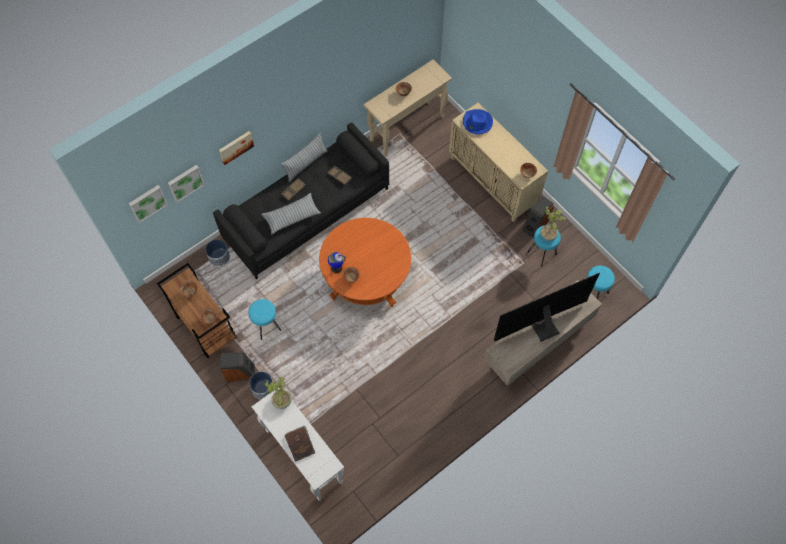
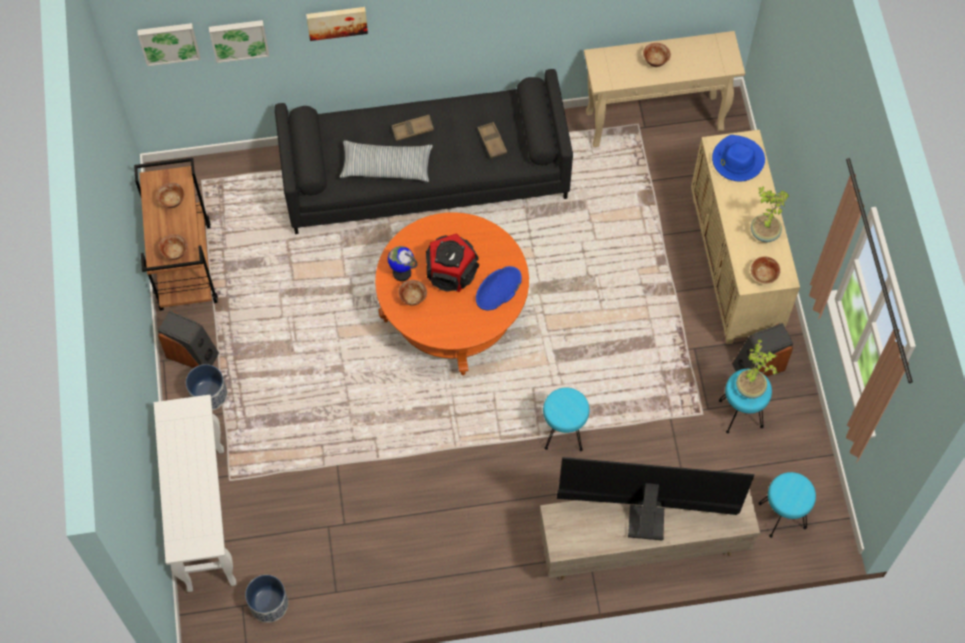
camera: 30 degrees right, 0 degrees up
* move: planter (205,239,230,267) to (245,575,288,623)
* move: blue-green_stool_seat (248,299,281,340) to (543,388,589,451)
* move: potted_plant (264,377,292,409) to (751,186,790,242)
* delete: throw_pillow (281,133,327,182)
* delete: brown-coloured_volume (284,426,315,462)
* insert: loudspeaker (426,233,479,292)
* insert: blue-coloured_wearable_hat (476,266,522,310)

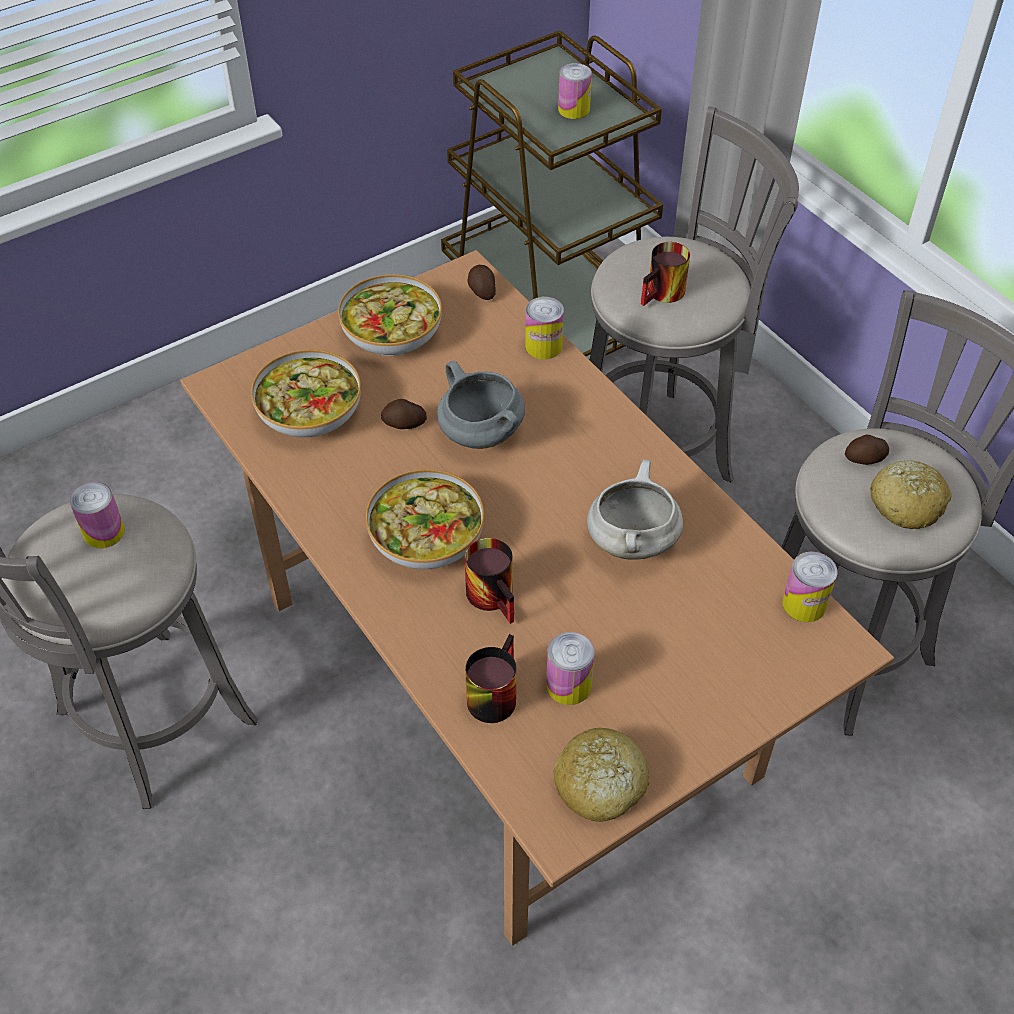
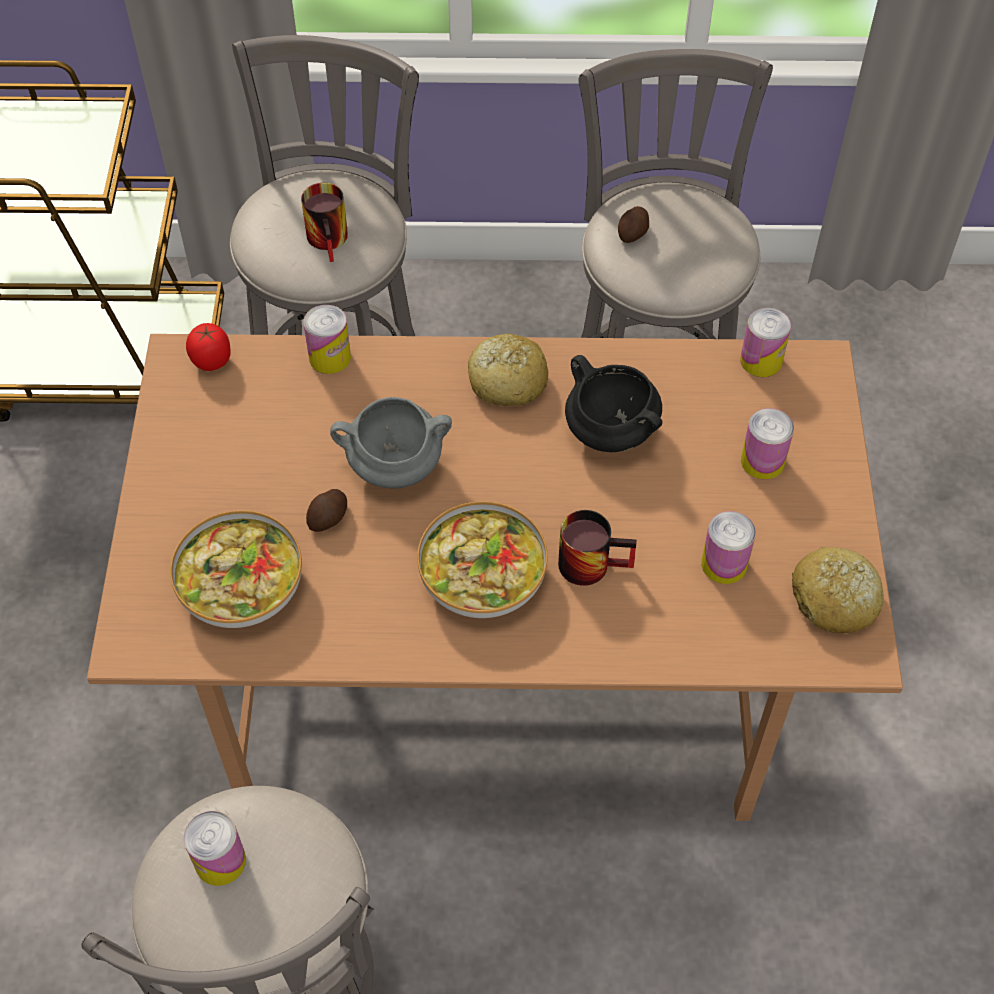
camera: 55 degrees left, 5 degrees up
* delete: serving_bowl (338,274,442,356)
* delete: mug (465,634,516,723)
* replace: potato (467,265,496,300) to tomato (186,323,231,371)
* move: can (558,63,592,119) to (741,408,794,480)
* recolor: white_cooking_pot (587,459,683,559) to black_cooking_pot (565,355,662,452)
* move: baked_bread (870,461,952,529) to (468,334,548,406)

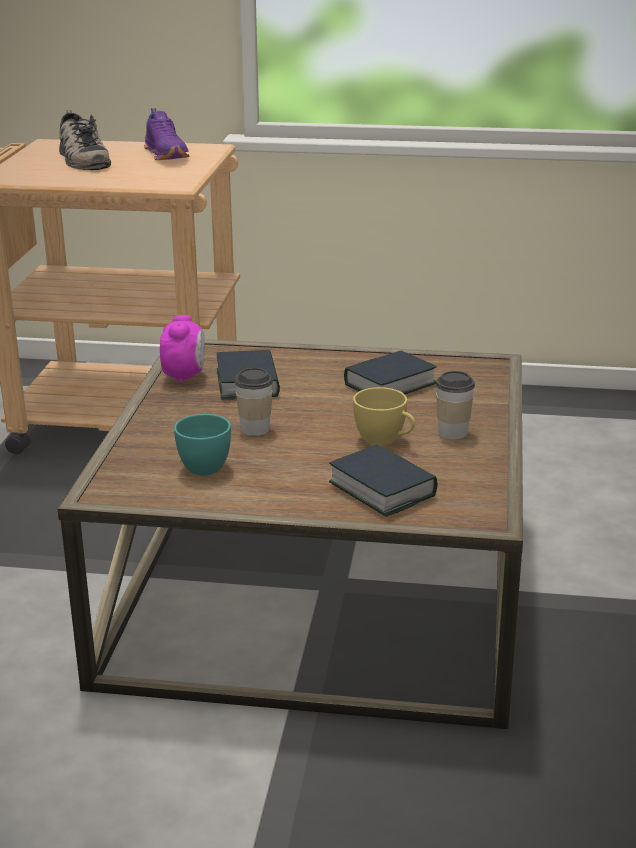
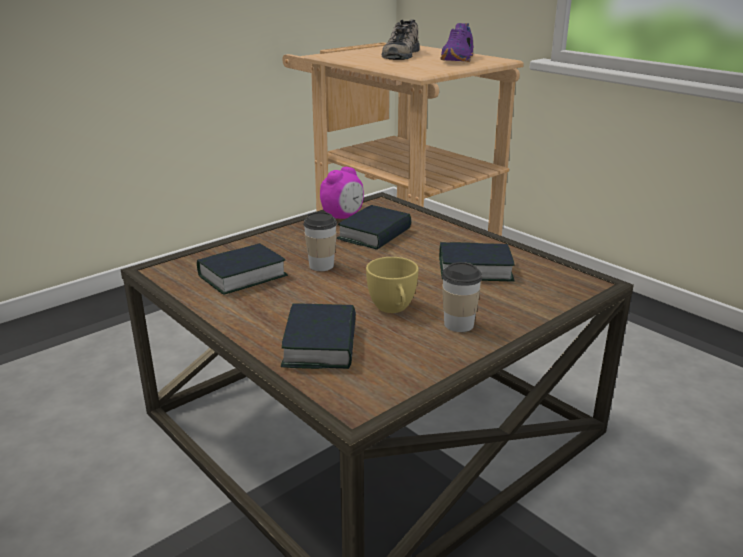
camera: 40 degrees right, 0 degrees up
* replace: blue-green_small_cup (174,414,231,476) to volume (197,243,288,295)

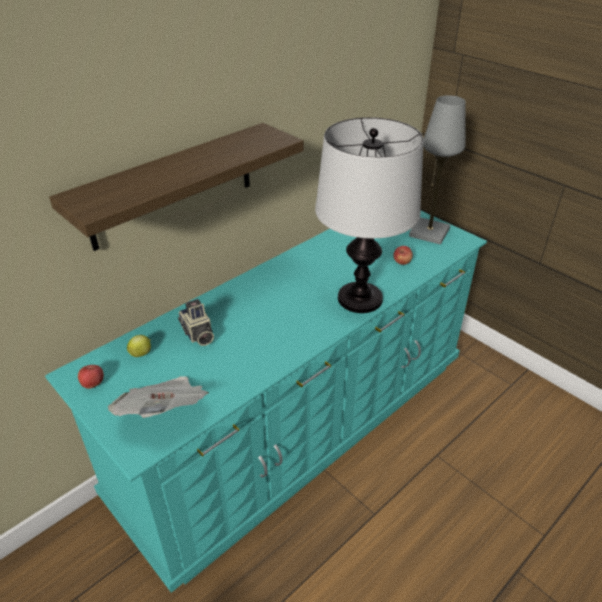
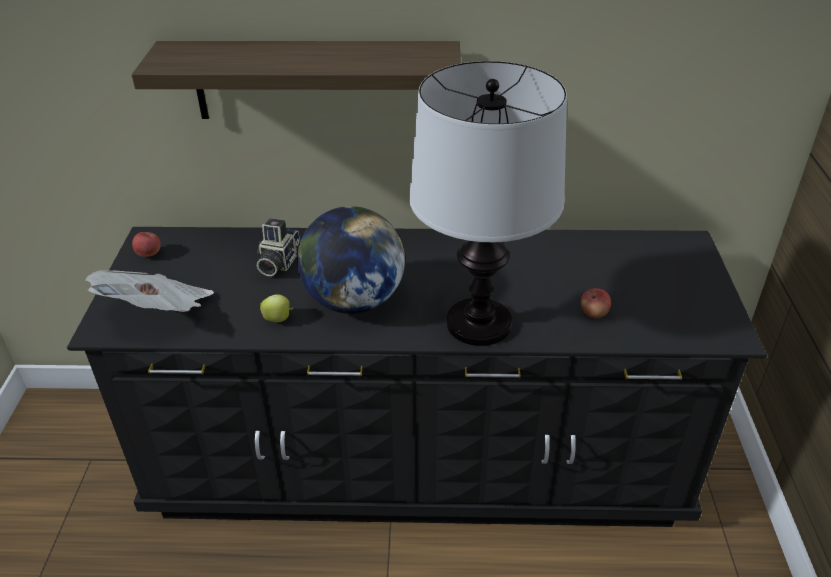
camera: 45 degrees right, 0 degrees up
* recolor: blue-green_dresser (45,211,487,593) to black_dresser (67,227,767,527)
* move: apple_fruit (127,335,151,357) to (260,294,293,322)
* delete: grey_tabletop_lamp (409,95,466,244)
* insert: desk_globe (297,206,405,314)

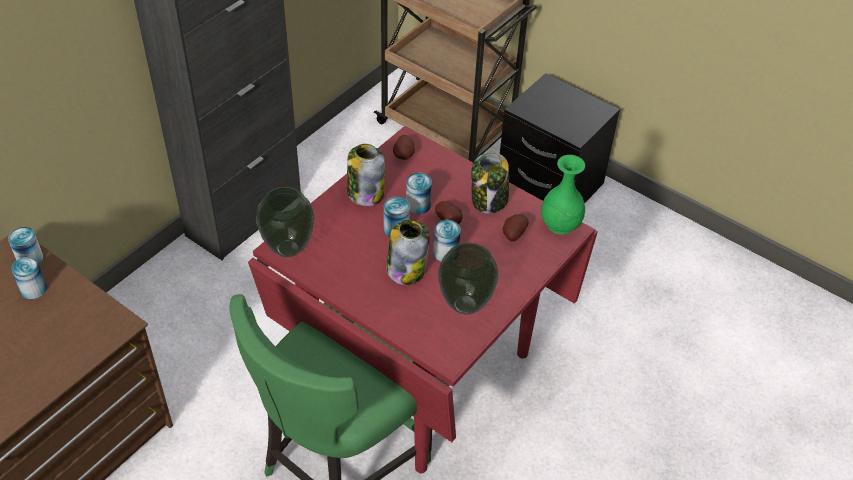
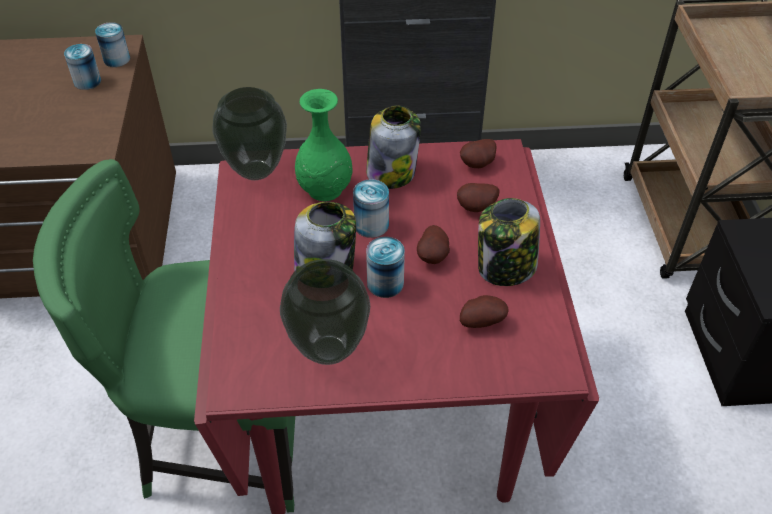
camera: 50 degrees right, 0 degrees up
* delete: can (406,173,432,214)
* move: green_flower_vase (541,155,585,235) to (295,89,353,201)
* insert: potato (457,183,500,212)

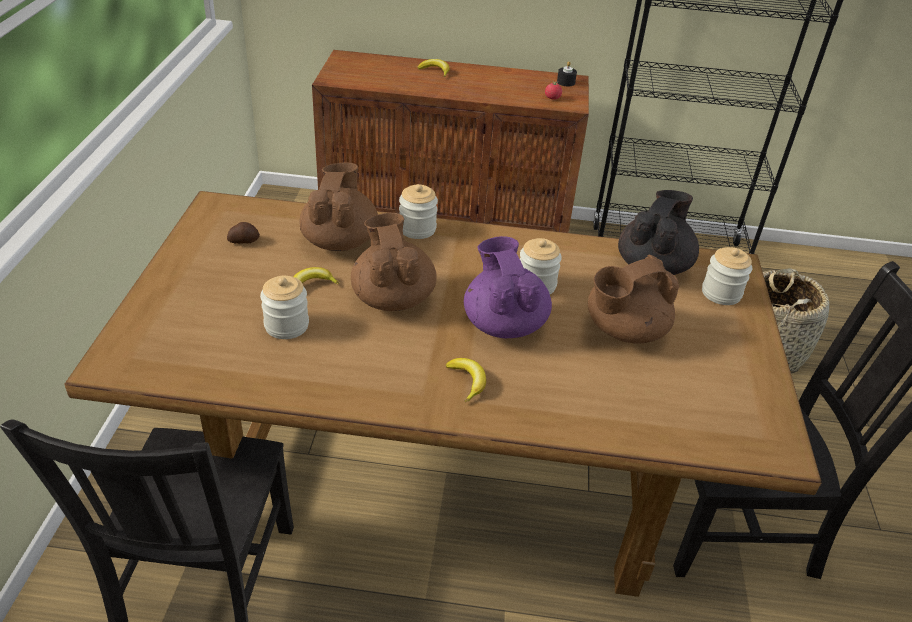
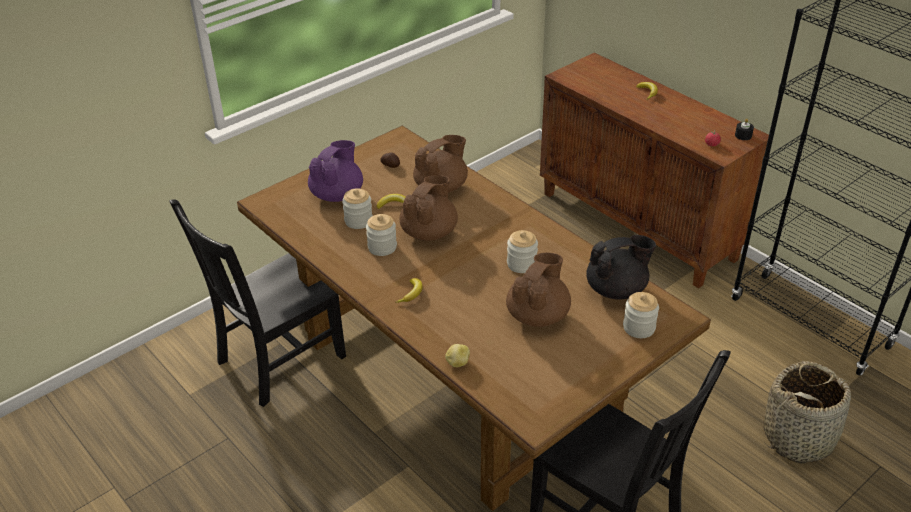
camera: 45 degrees right, 0 degrees up
* move: jar (399,184,438,239) to (366,214,397,256)
* move: purple-coloured_tea_pot (464,236,552,338) to (308,140,363,202)
* rotate: brown-coloured_tea_pot (588,254,679,344) = (506,252,571,327) 105 degrees clockwise
* insert: potato (445,344,470,367)

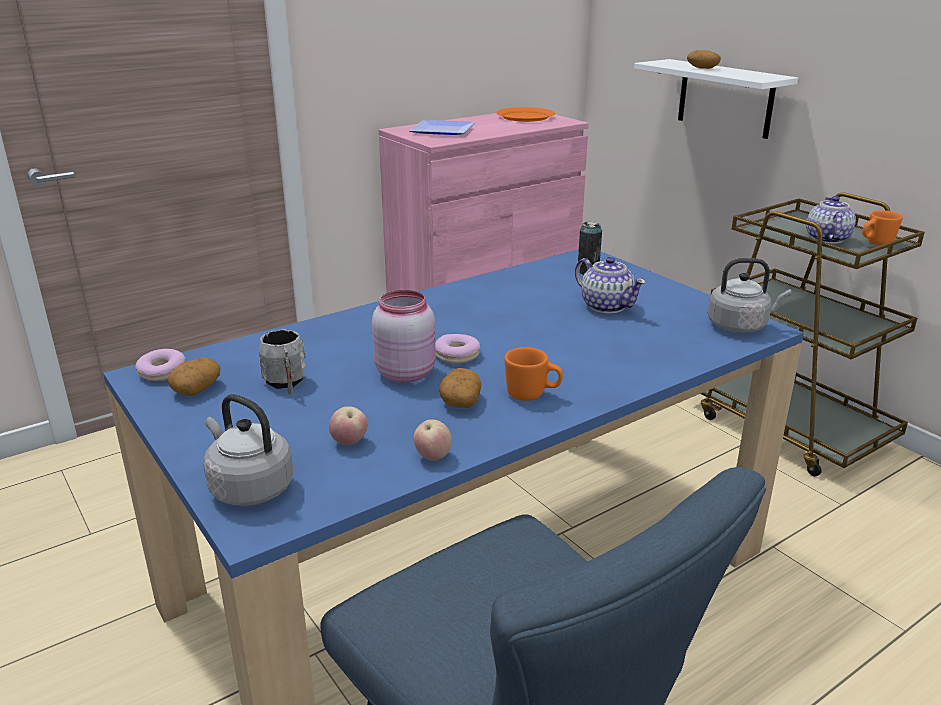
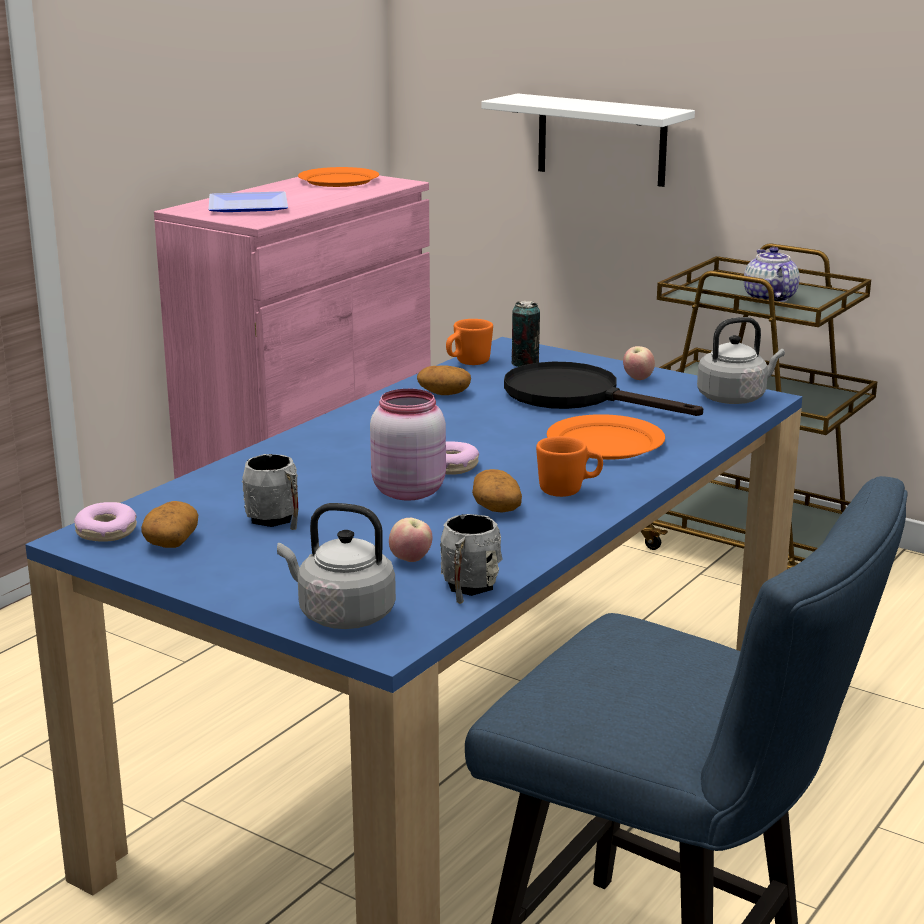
camera: 20 degrees left, 5 degrees down
* move: apple_fruit (414,419,452,461) to (623,346,655,380)
* replace: tea_pot (575,257,646,314) to black_skillet (504,362,703,416)
* move: potato (687,50,721,69) to (417,365,471,395)
* move: orange_mug (862,210,903,245) to (446,319,493,365)
* insert: grey_mug (440,514,502,604)
* insert: orange_dinner_plate (547,414,665,460)

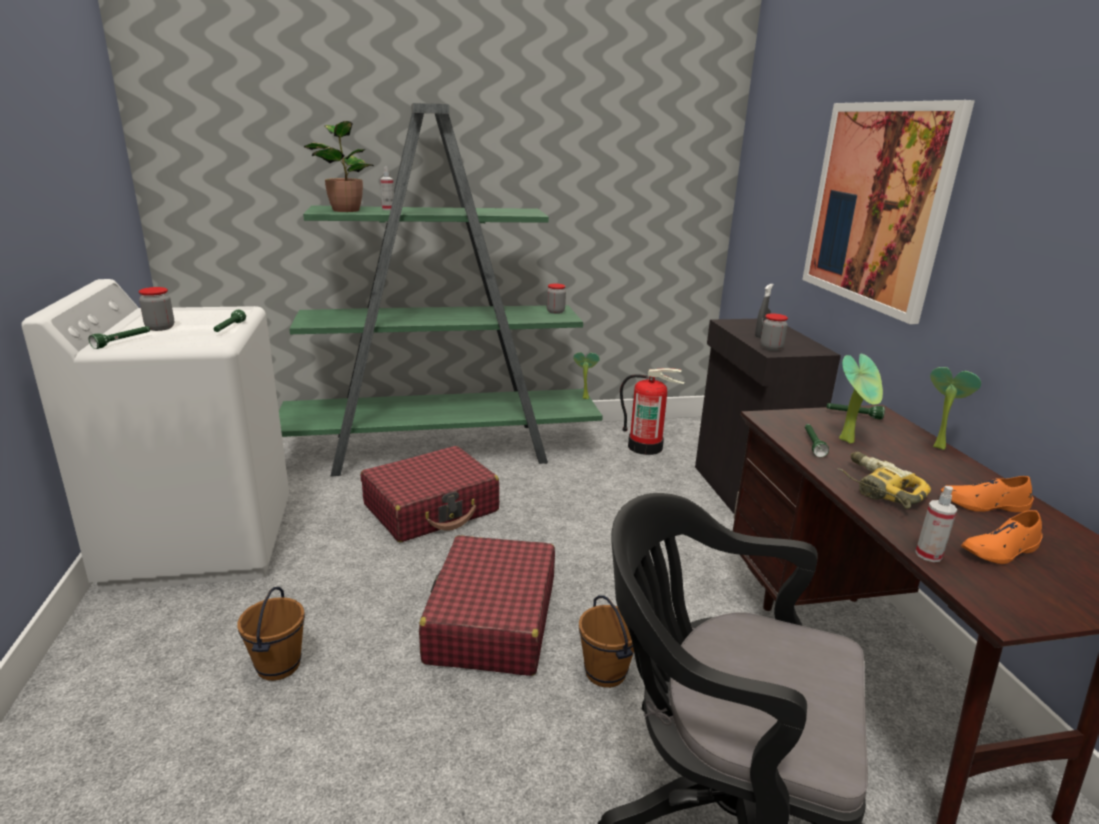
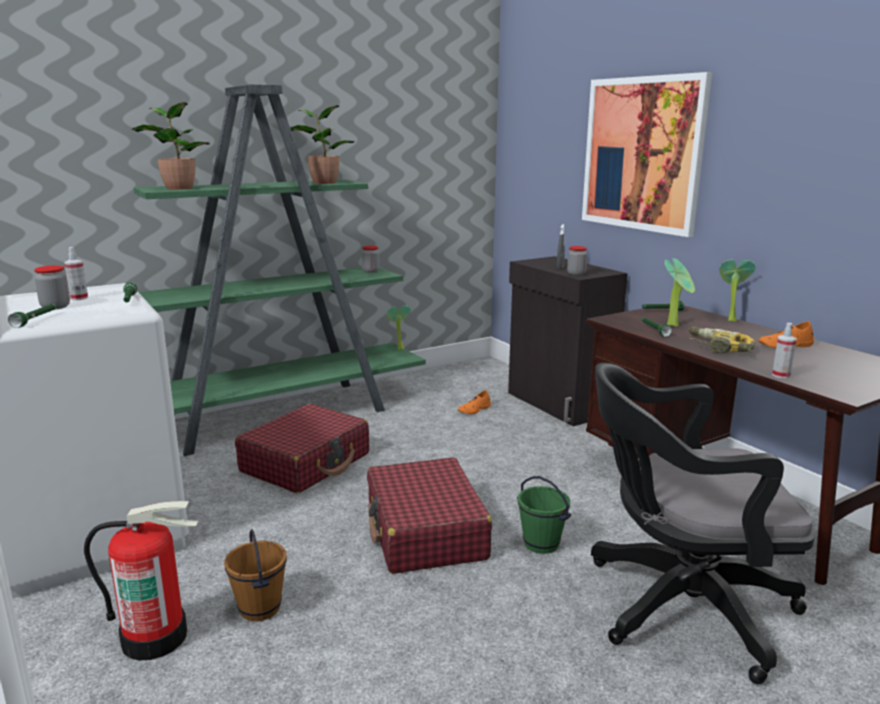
camera: 20 degrees left, 5 degrees down
* move: sprayer (380,167,394,210) to (64,247,88,300)
* recolor: brown-coloured_water_bucket (579,596,634,688) to green_water_bucket (517,476,571,554)
* move: fire-fighting_cylinder (620,368,685,455) to (84,501,198,660)
* move: orange_low_shoe (961,510,1043,564) to (458,390,491,414)
* insert: potted_plant (290,105,354,184)

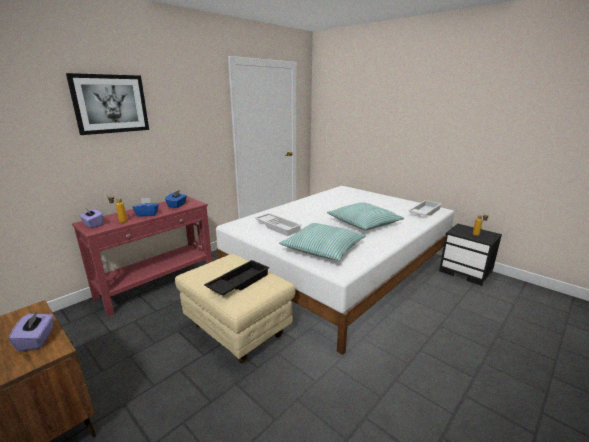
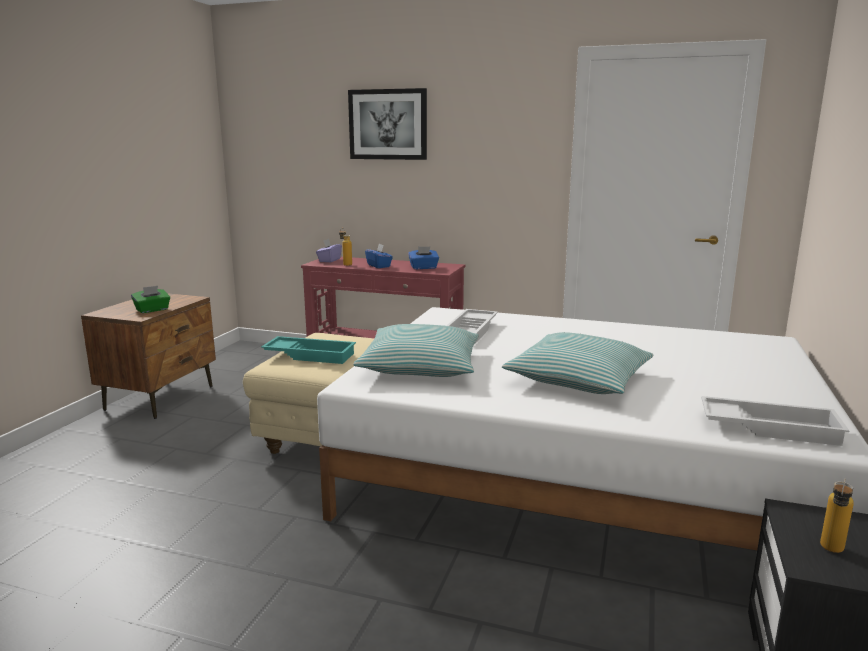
camera: 65 degrees right, 5 degrees down
* recolor: purple-coloured_tissue_holder (9,310,53,352) to green_tissue_holder (131,286,170,313)
* recolor: black_tray (204,260,269,296) to blue-green_tray (261,336,356,364)

